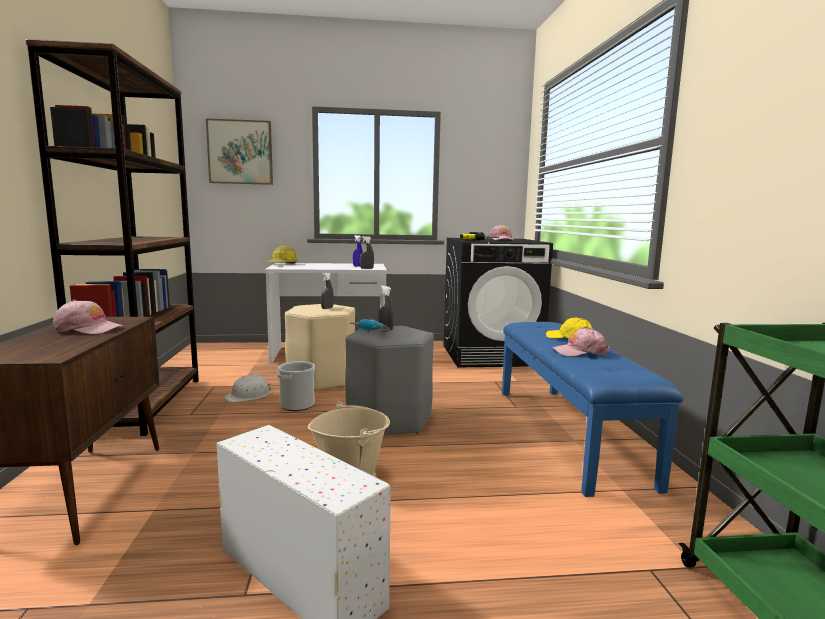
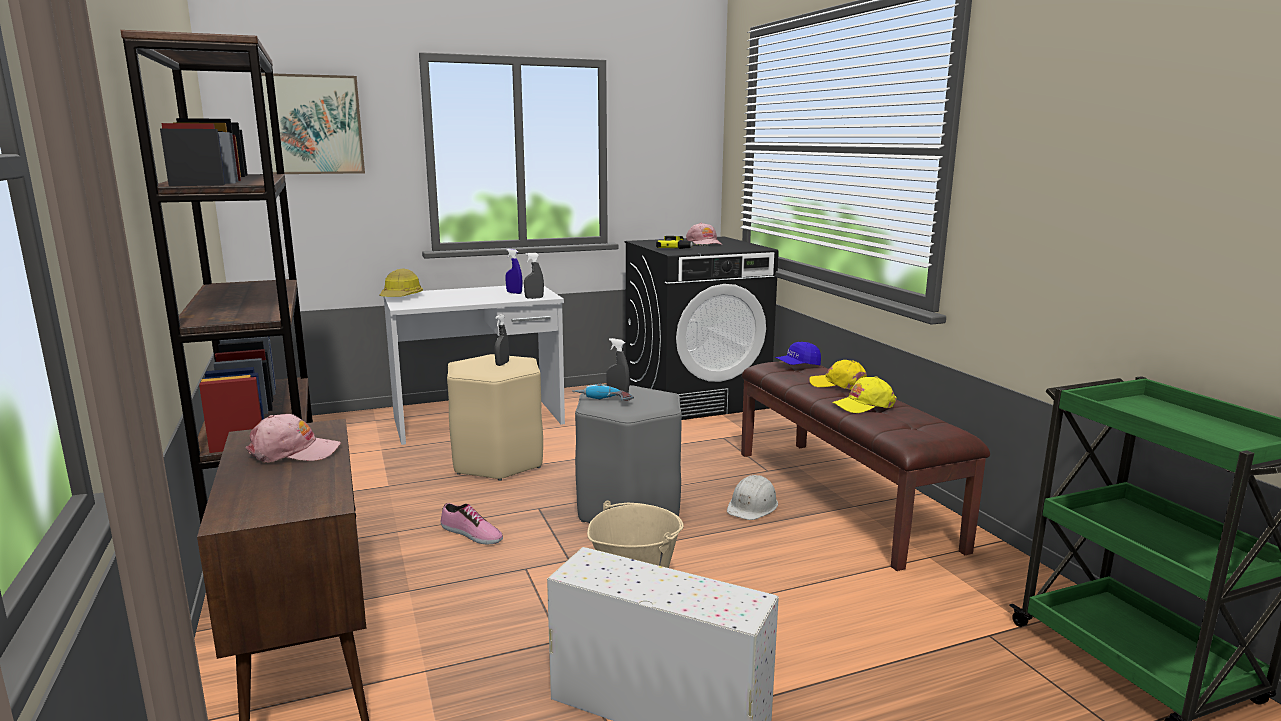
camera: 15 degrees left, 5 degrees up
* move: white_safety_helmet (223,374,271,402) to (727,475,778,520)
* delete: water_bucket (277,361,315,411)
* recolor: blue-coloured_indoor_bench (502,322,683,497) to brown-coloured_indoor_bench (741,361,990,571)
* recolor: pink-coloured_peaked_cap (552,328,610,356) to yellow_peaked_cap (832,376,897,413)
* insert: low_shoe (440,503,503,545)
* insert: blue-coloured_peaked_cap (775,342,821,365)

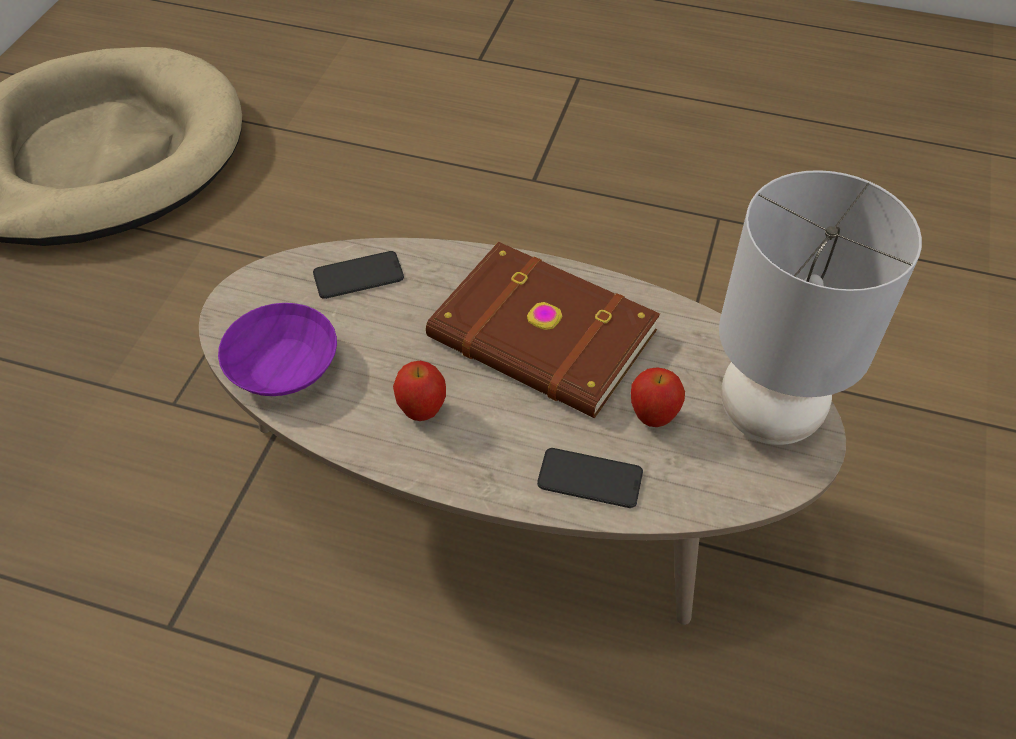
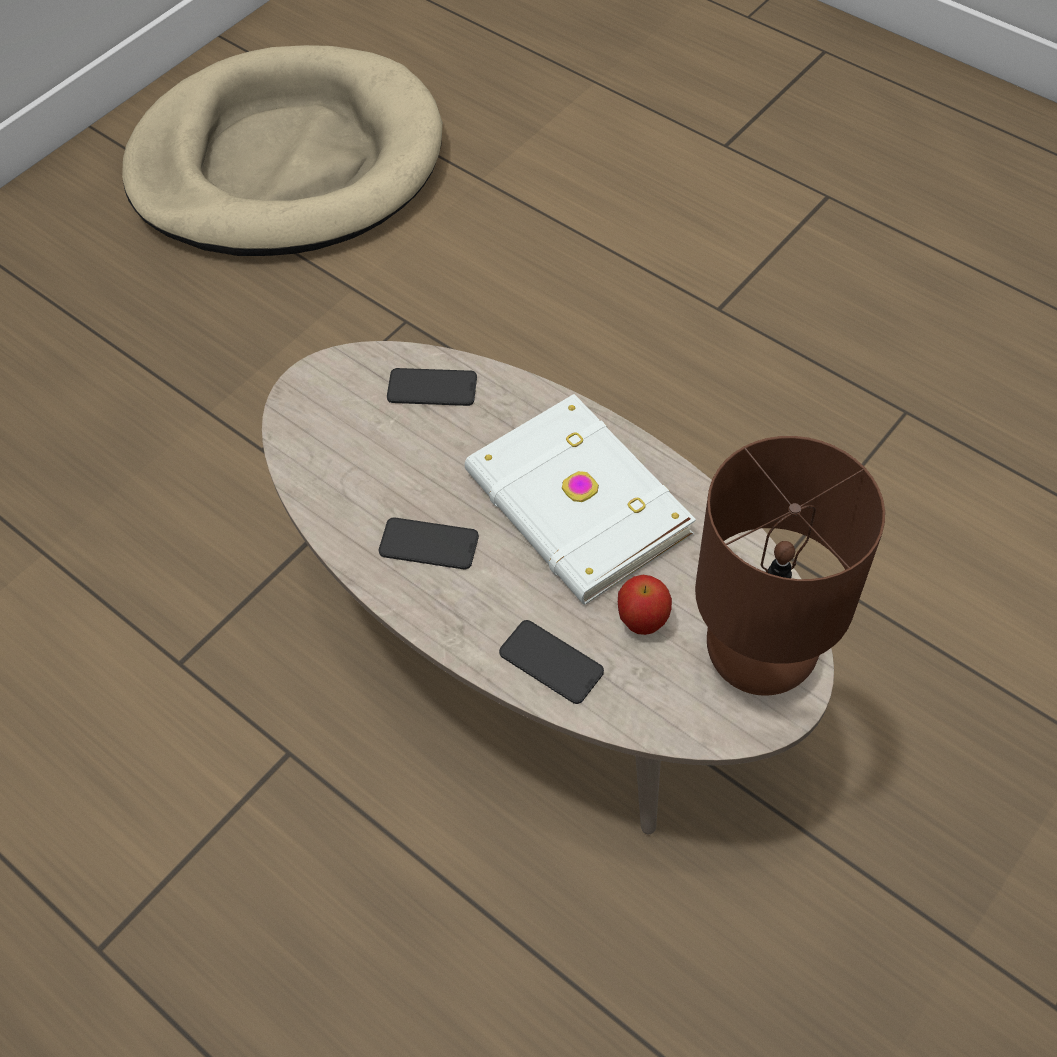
camera: 25 degrees right, 5 degrees up
* delete: purple-coloured_serving_bowl (218,303,337,396)
* replace: apple_fruit (393,361,446,421) to phone (379,517,479,570)
* recolor: brown-coloured_volume (426,242,660,418) to white_volume (465,394,696,605)
* recolor: grey_tabletop_lamp (719,170,922,445) to brown-coloured_tabletop_lamp (695,436,885,696)

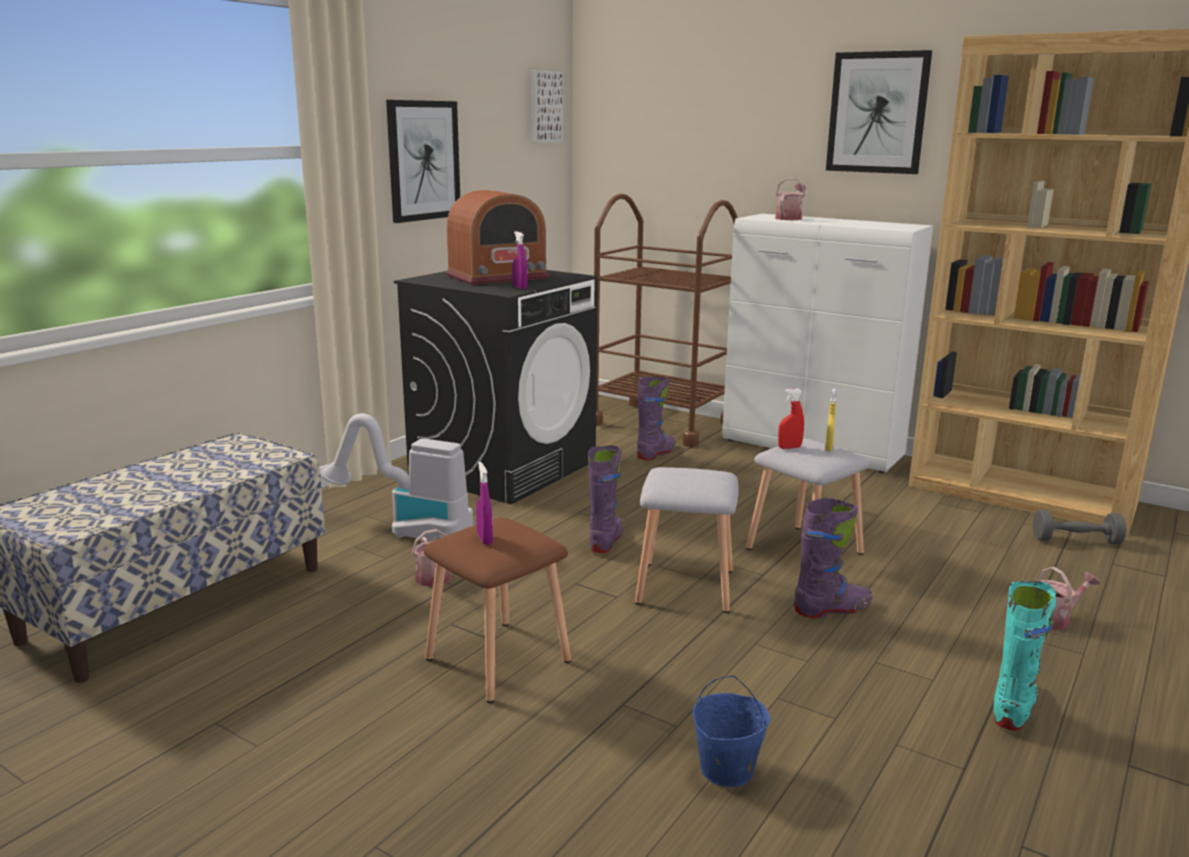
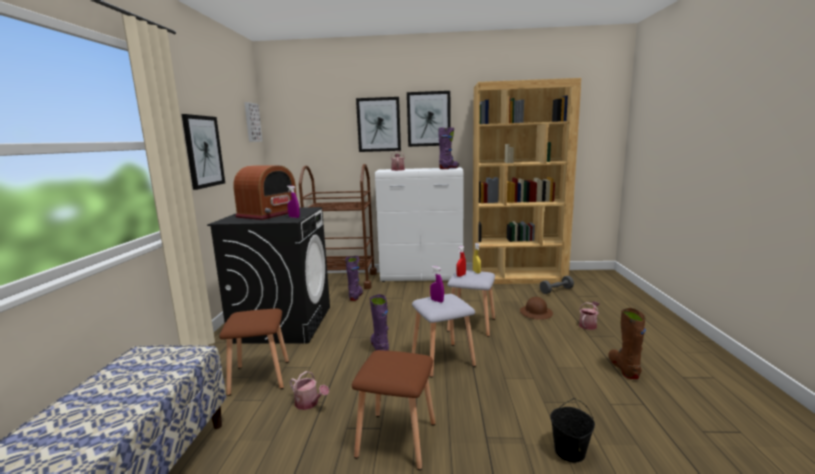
camera: 30 degrees left, 5 degrees down
* replace: vacuum (320,413,473,541) to brown-coloured_stool_seat (219,309,289,396)
* move: purple-coloured_sprayer (476,461,493,545) to (430,266,444,303)
* recolor: blue-coloured_water_bucket (693,675,770,787) to black_water_bucket (550,398,595,463)
* move: purple-coloured_boot (794,497,873,618) to (438,127,459,169)
* recolor: blue-green_boot (994,581,1056,731) to brown-coloured_boot (608,308,646,379)
* insert: picture (356,97,401,152)
* insert: brown-coloured_safety_helmet (520,297,553,320)

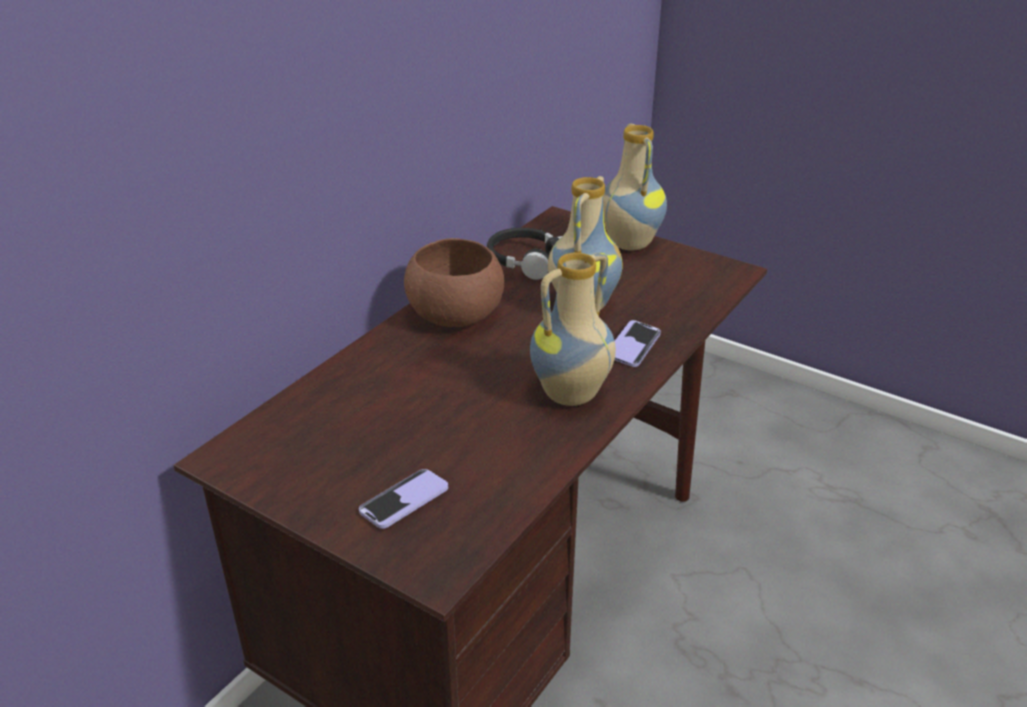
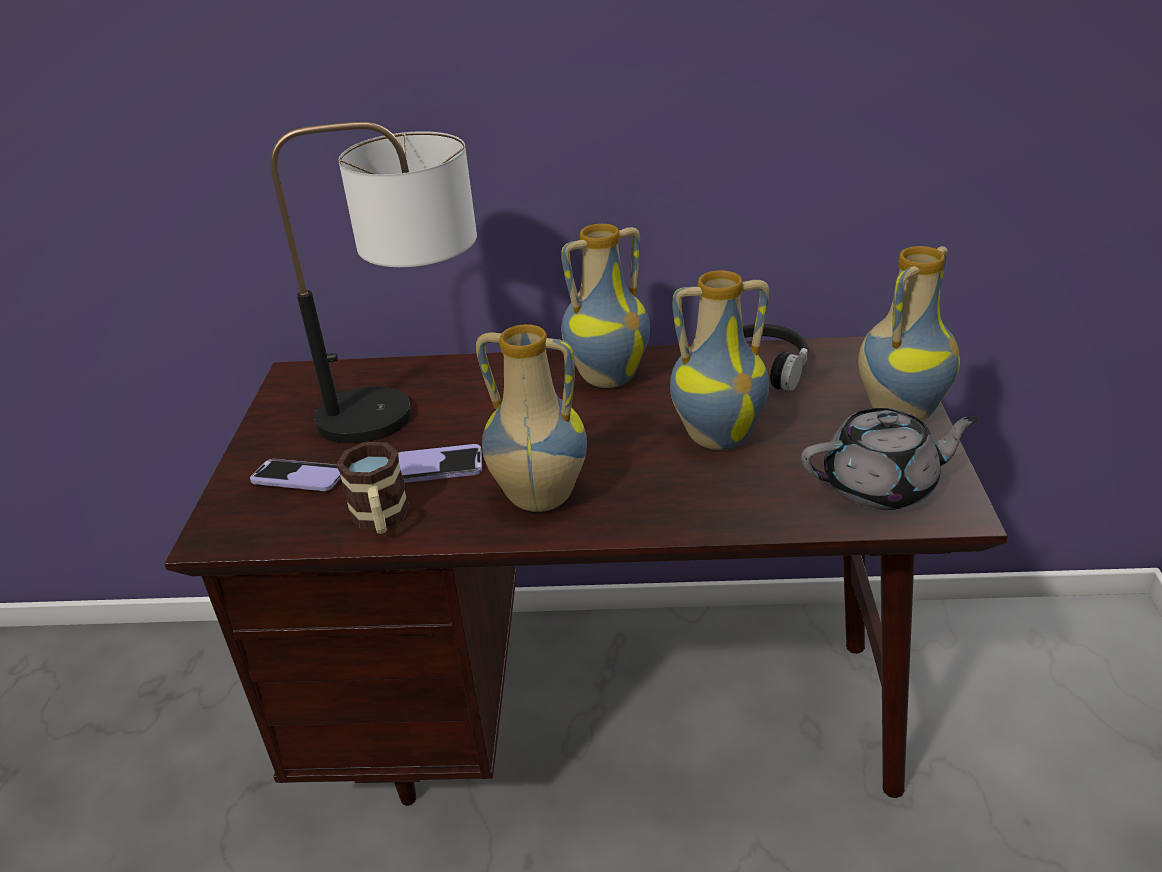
camera: 60 degrees right, 0 degrees up
* replace: brown-coloured_serving_bowl (404,238,505,327) to flower_vase (561,224,650,388)
* move: phone (615,320,661,367) to (398,444,482,483)
* insert: tabletop_lamp (271,122,477,443)
* insert: mug (336,442,409,534)
* insert: grey_tea_pot (801,408,980,510)

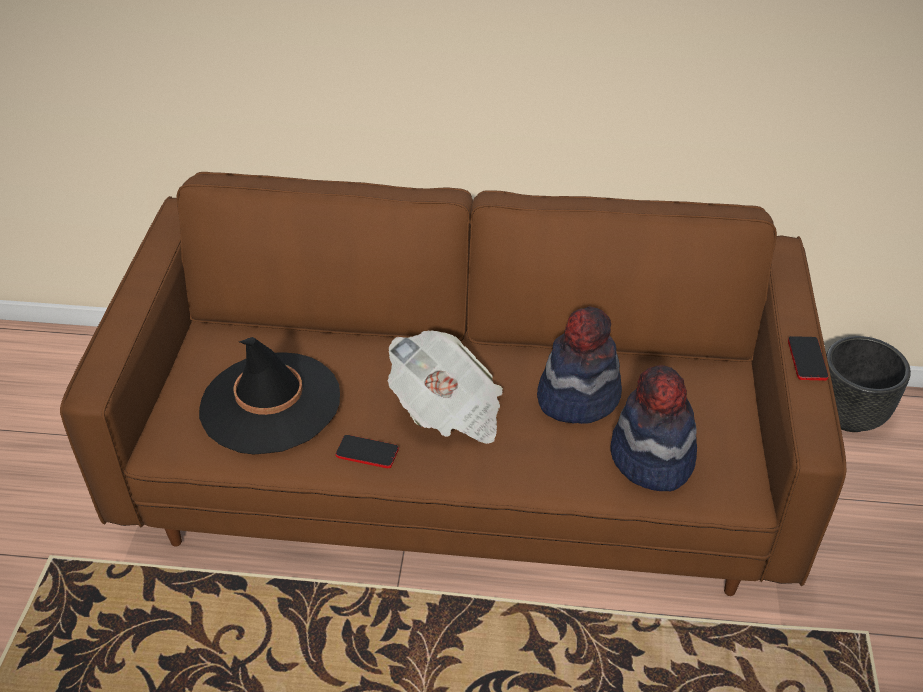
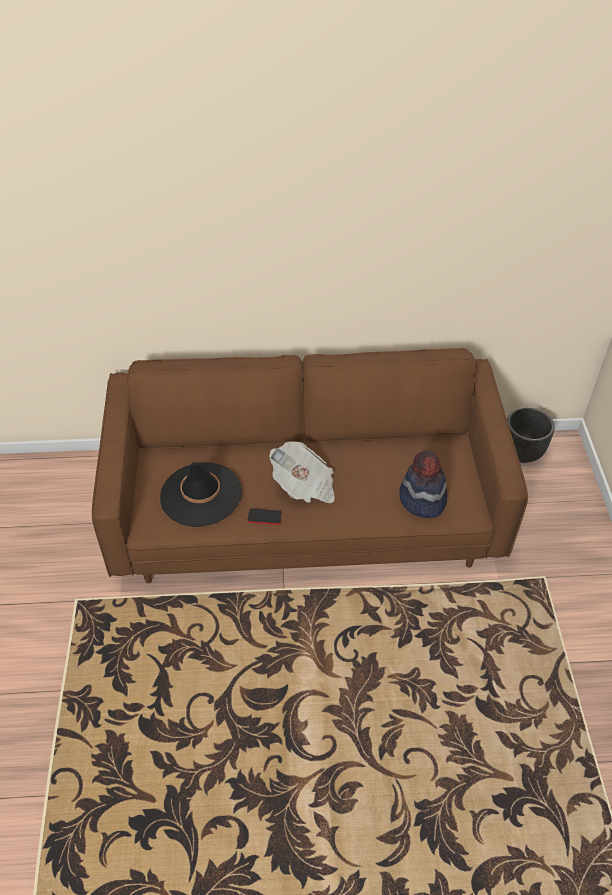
camera: 10 degrees left, 5 degrees up
* delete: wearable_hat (537,306,622,424)
* delete: phone (788,336,828,381)

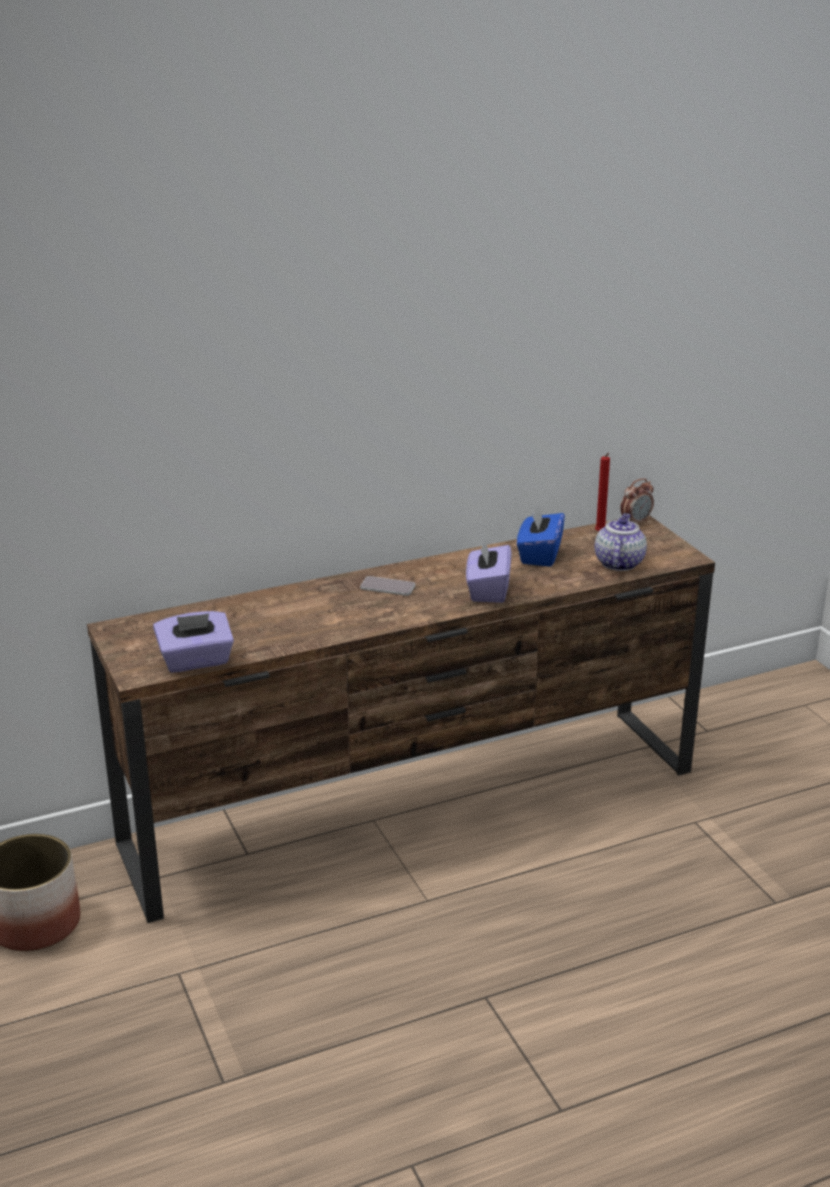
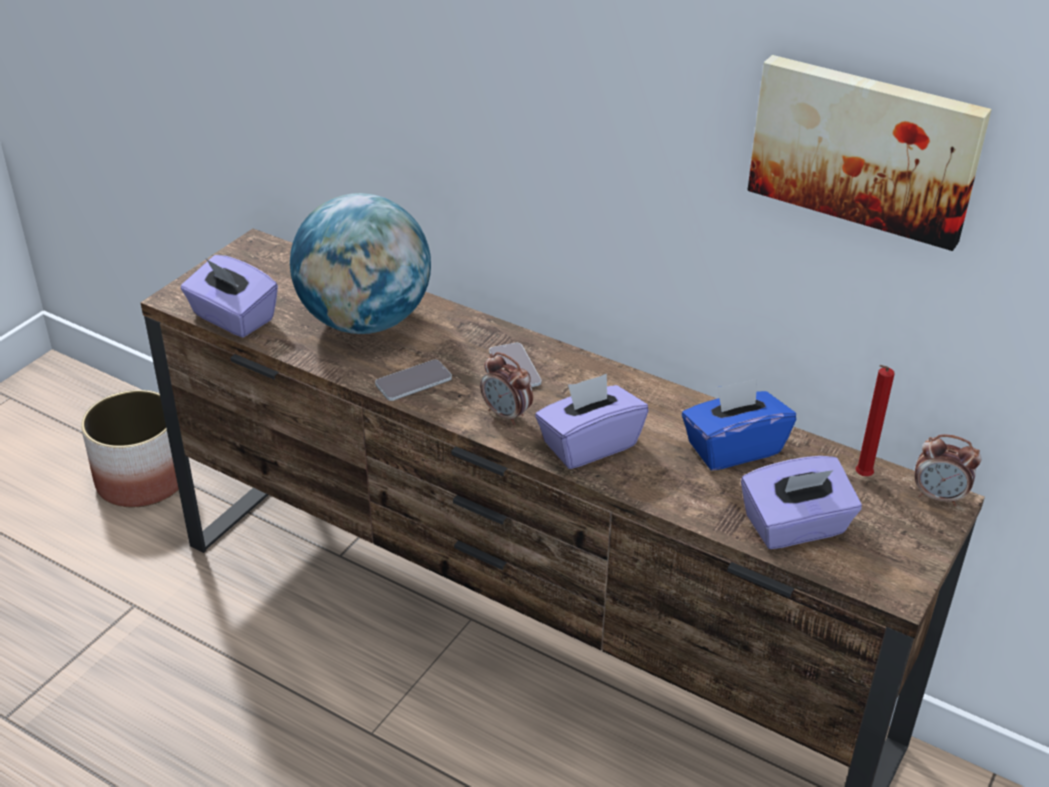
camera: 55 degrees right, 10 degrees up
* replace: tea_pot (595,513,647,571) to purple-coloured_tissue_holder (741,456,862,549)
* insert: desk_globe (290,193,431,334)
* insert: phone (375,360,452,401)
* insert: alarm_clock (480,352,533,425)
* insert: picture (747,55,992,251)

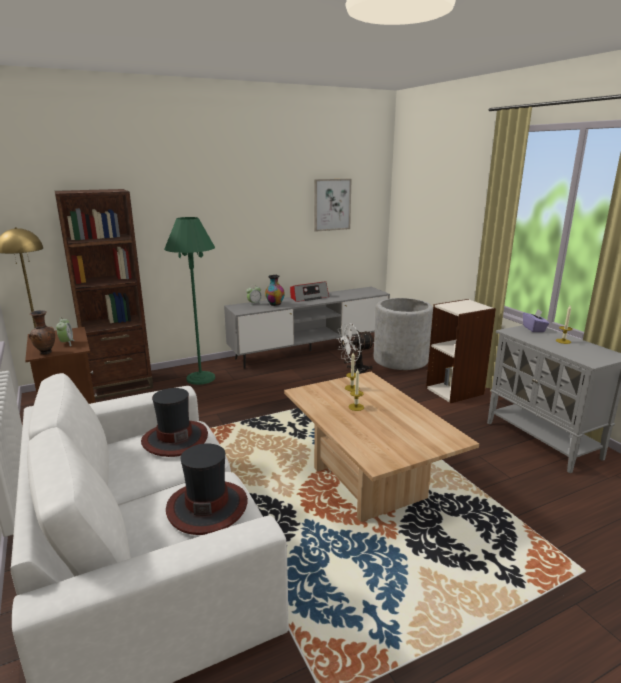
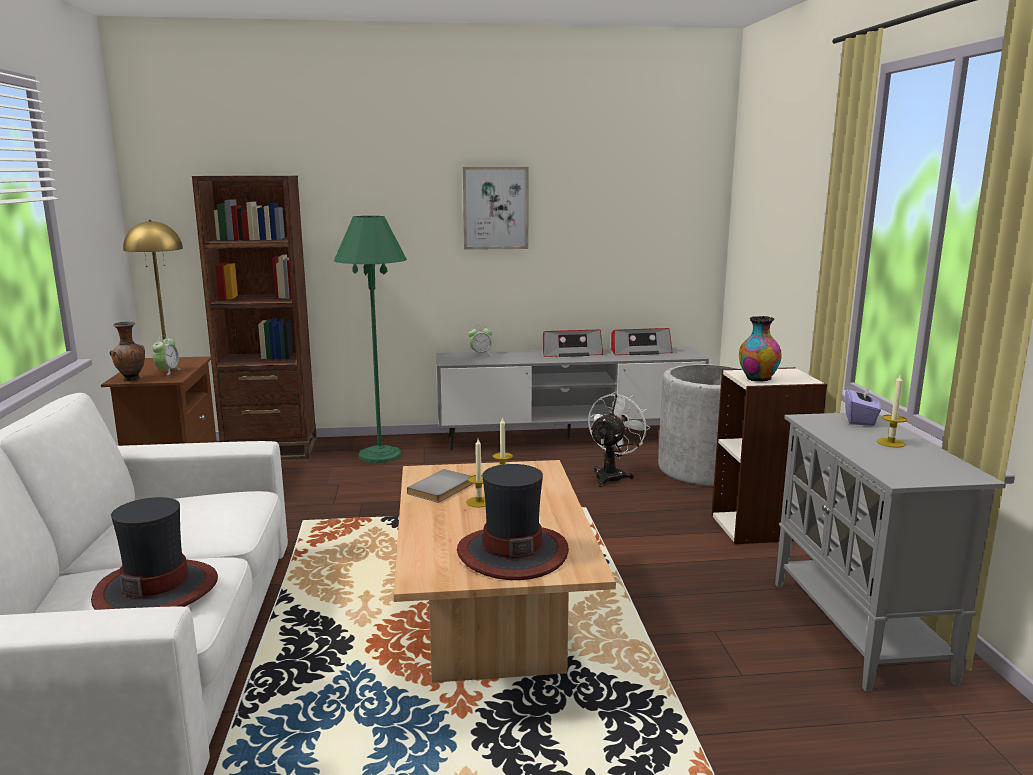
camera: 20 degrees right, 5 degrees down
* move: wearable_hat (141,388,208,457) to (457,464,569,580)
* move: flower_vase (265,275,285,306) to (739,316,782,382)
* move: picture (314,179,352,232) to (463,167,529,250)
* rotate: white_electric_fan (337,323,375,374) = (588,392,650,487) 120 degrees clockwise
* insert: grey_volume (407,469,473,502)
* insert: radio_receiver (611,328,672,355)

